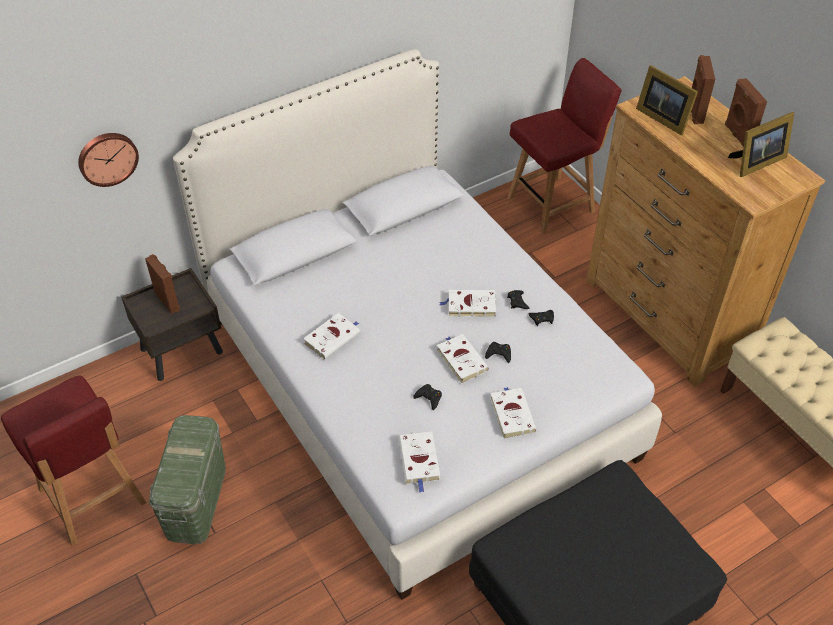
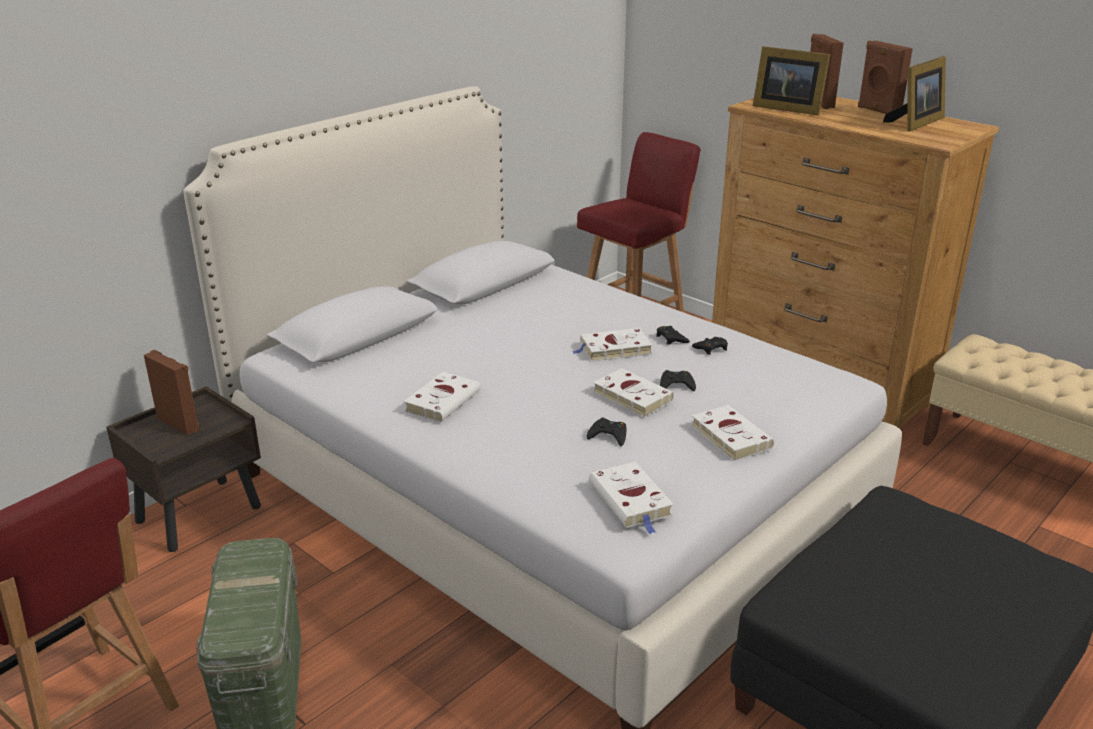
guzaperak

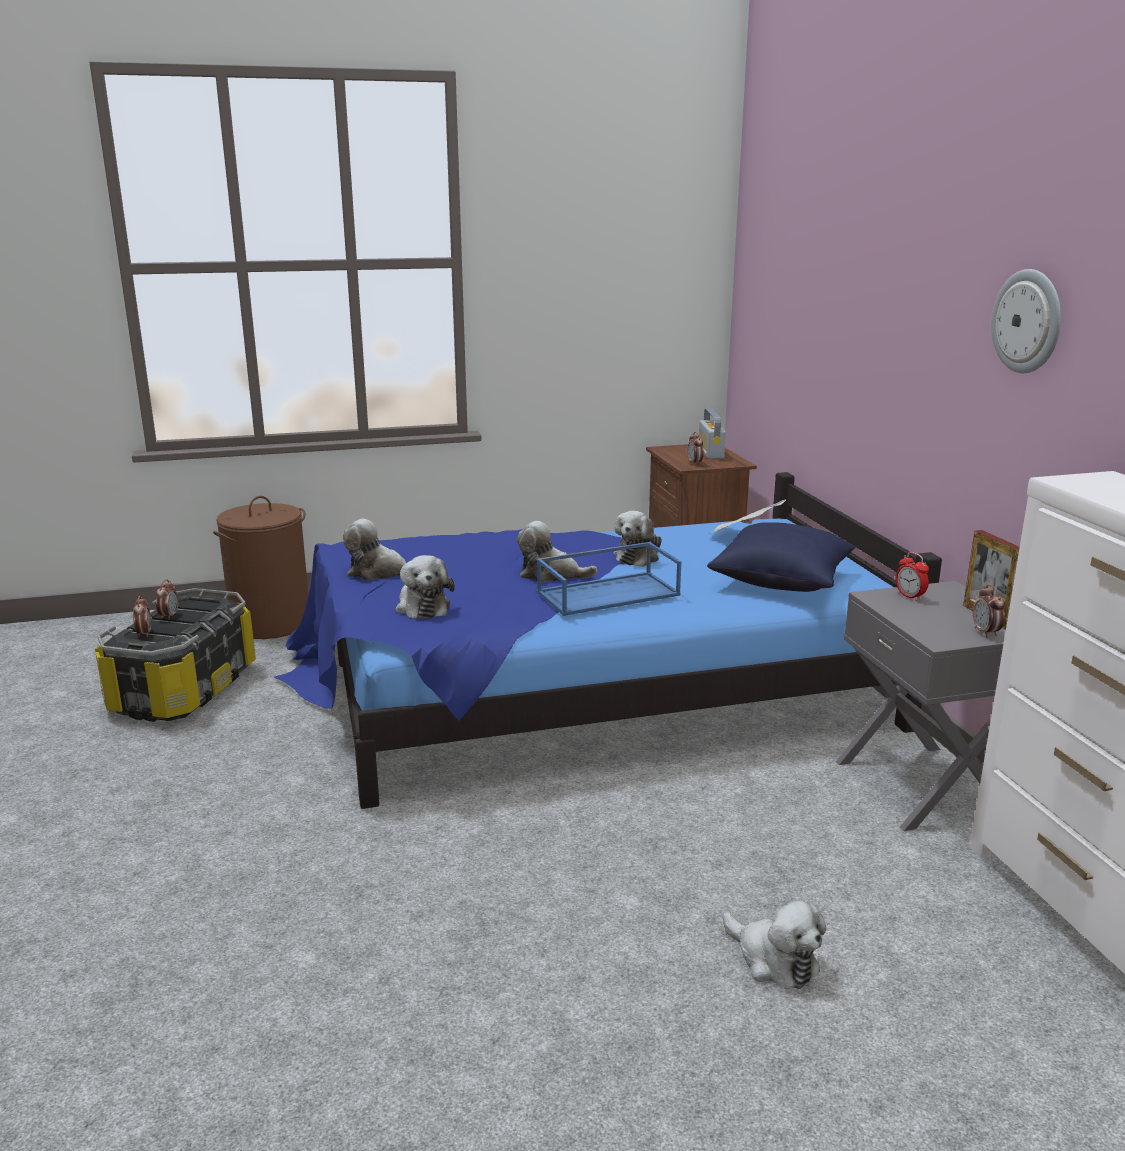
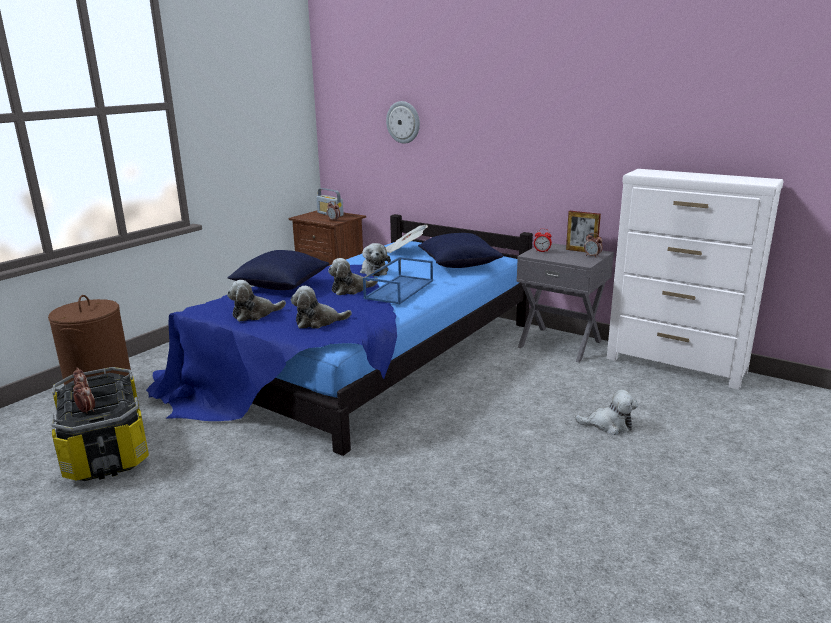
guzaperak
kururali (no. 2 from left)
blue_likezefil (no. 1 from left)

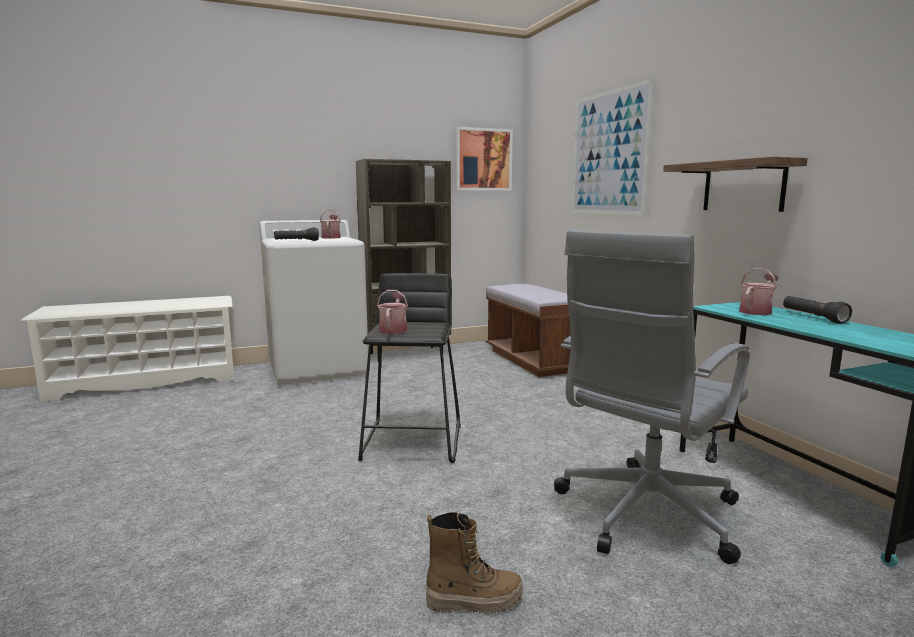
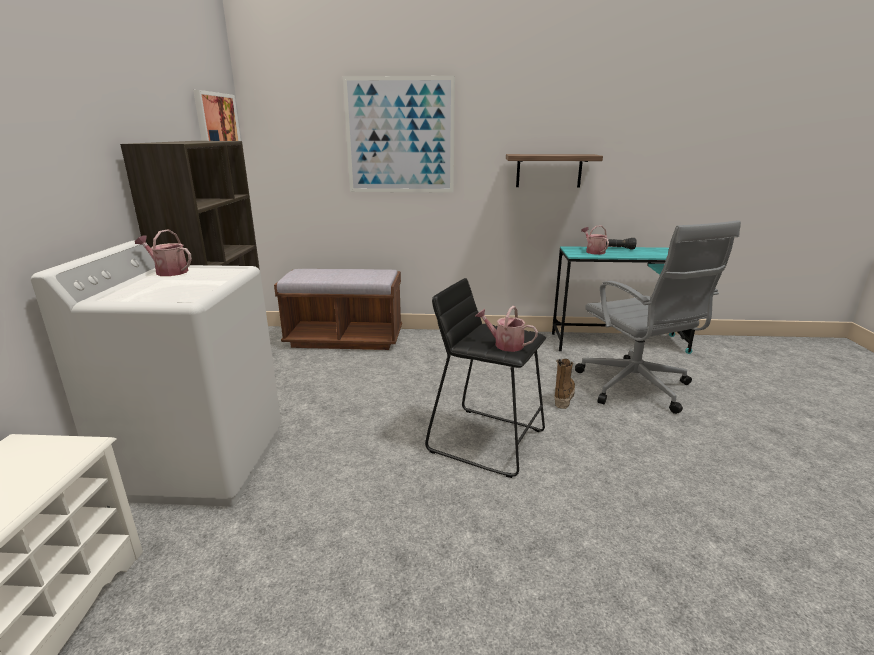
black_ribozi (no. 1 from left in the first image)
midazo

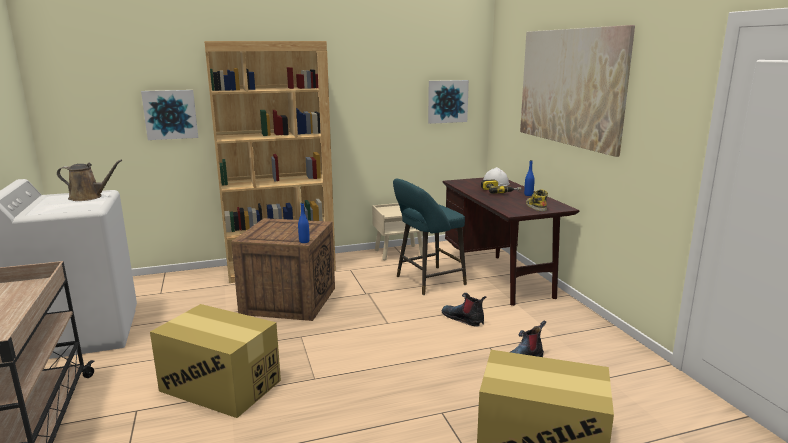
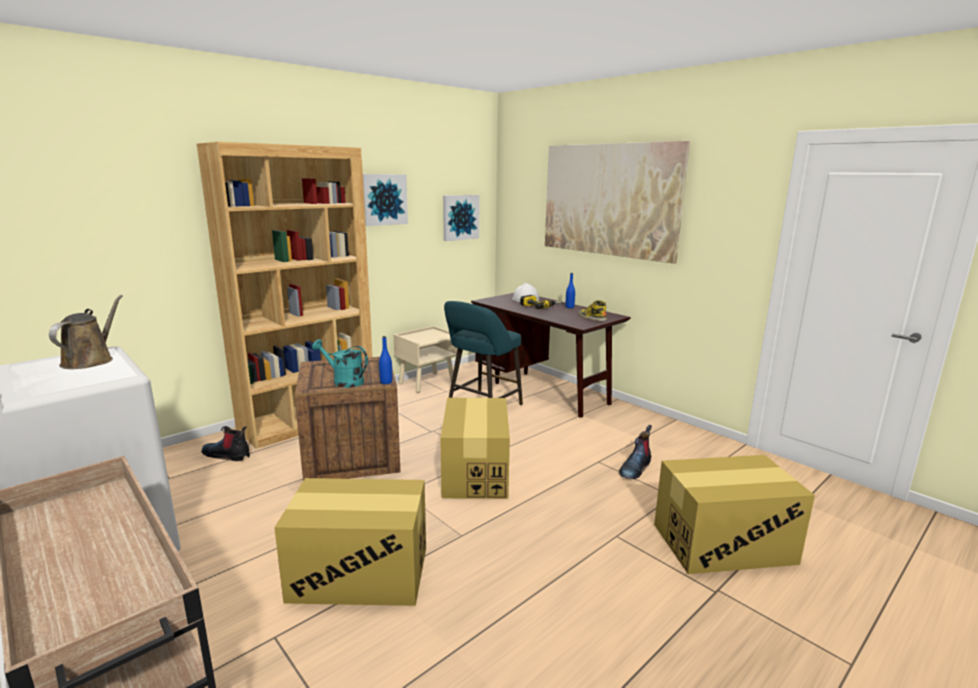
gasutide (no. 1 from left)
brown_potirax
midazo (no. 1 from left)
turquoise_potirax
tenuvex (no. 2 from left)

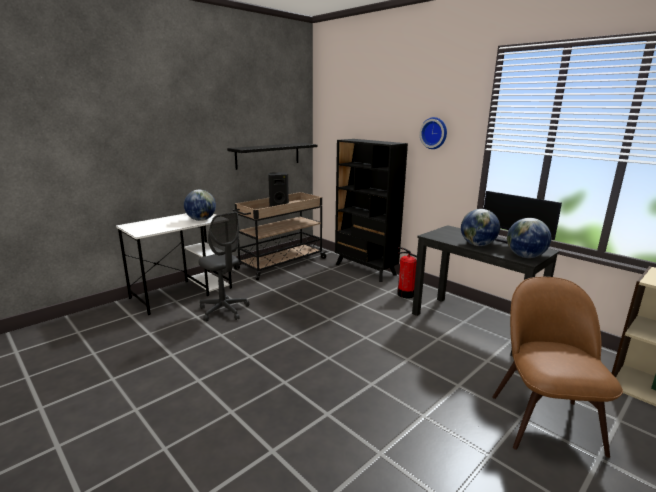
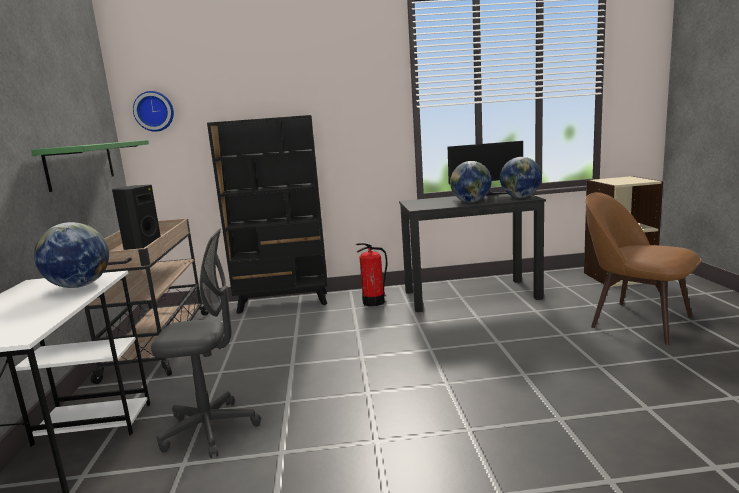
guzaperak
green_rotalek

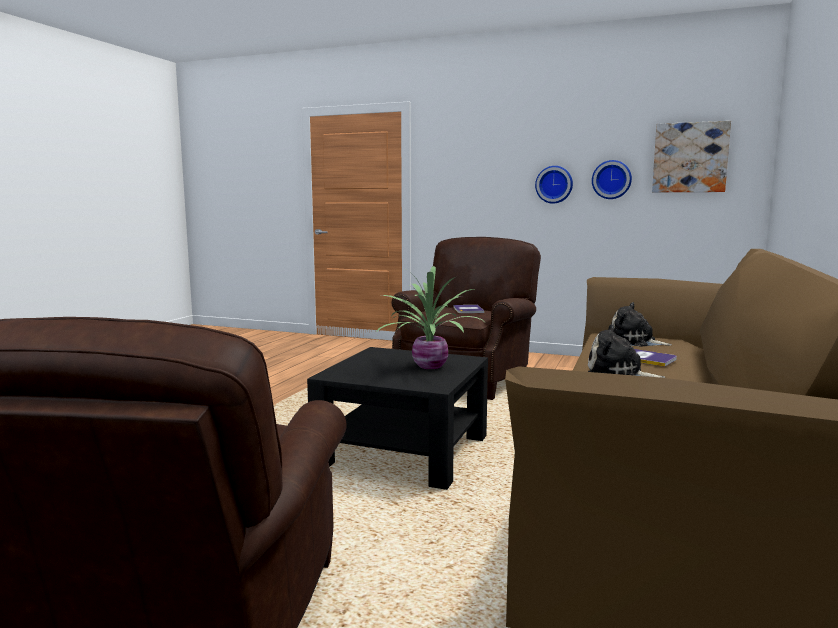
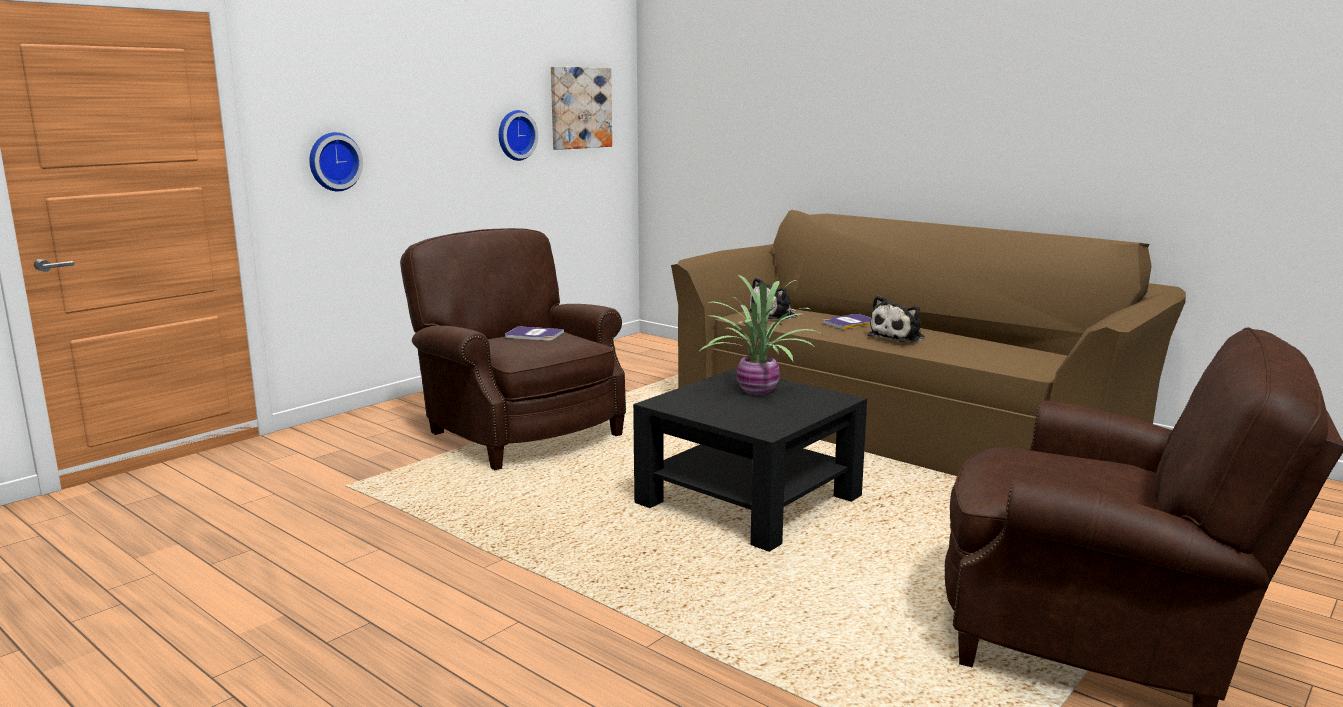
guzaperak (no. 1 from left)

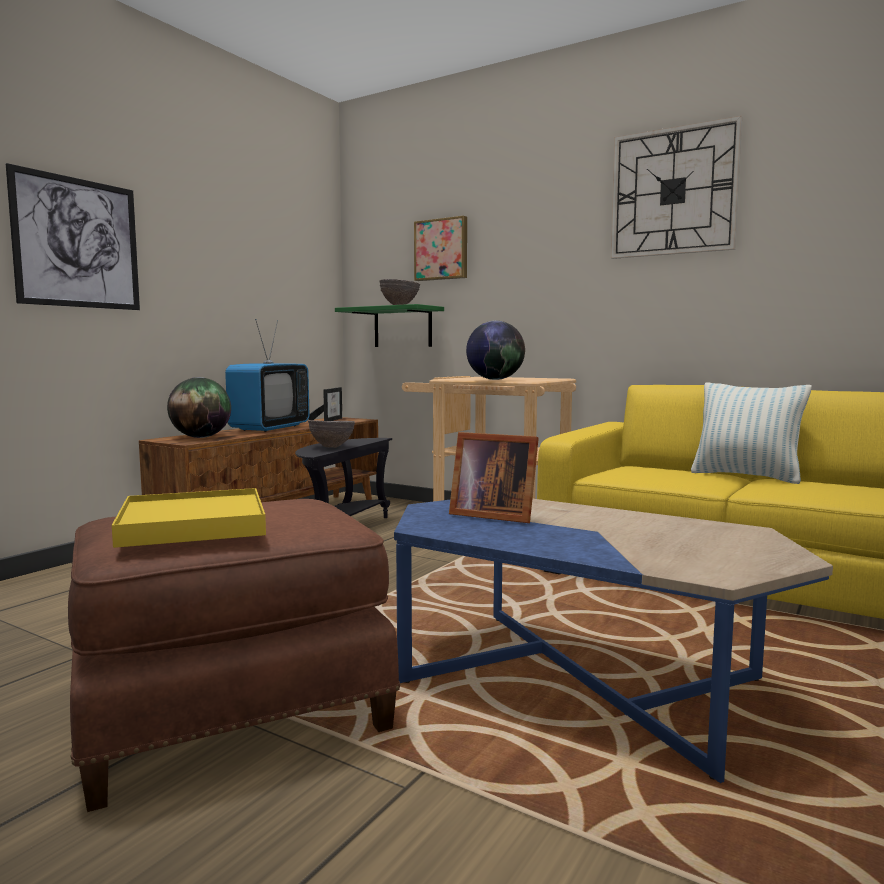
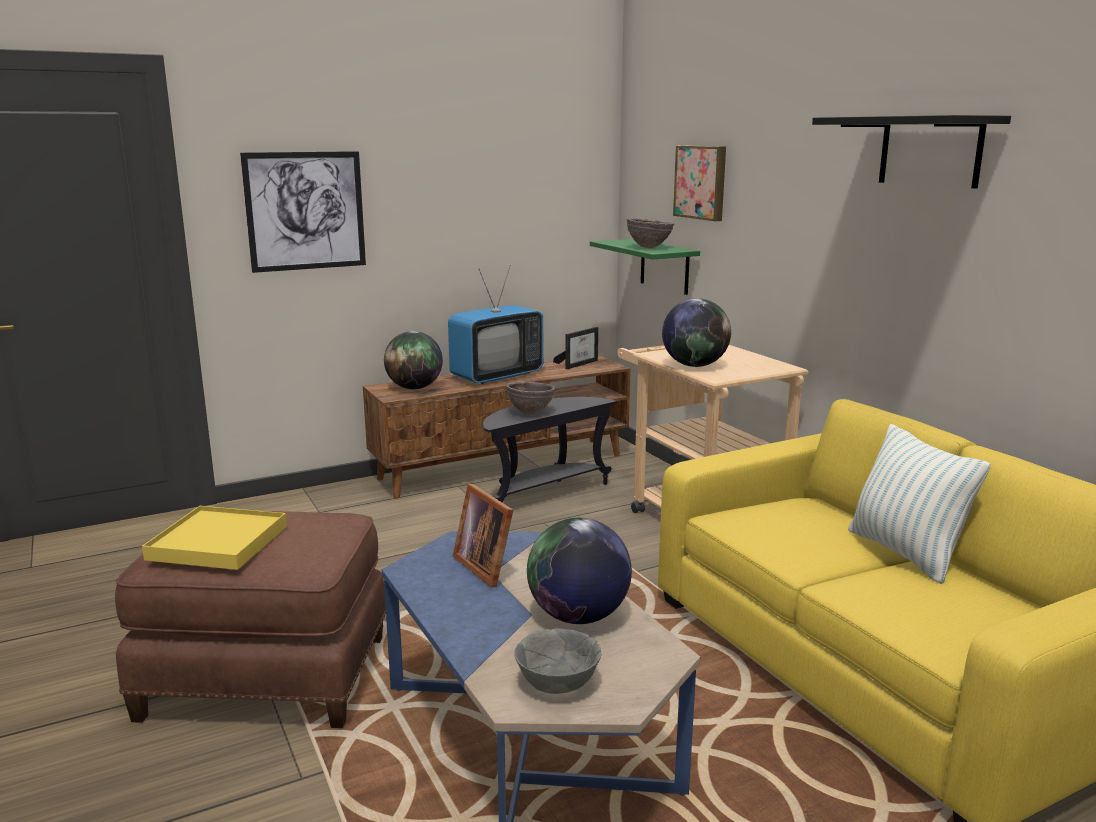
black_rotalek
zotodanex (no. 2 from left)
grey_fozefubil

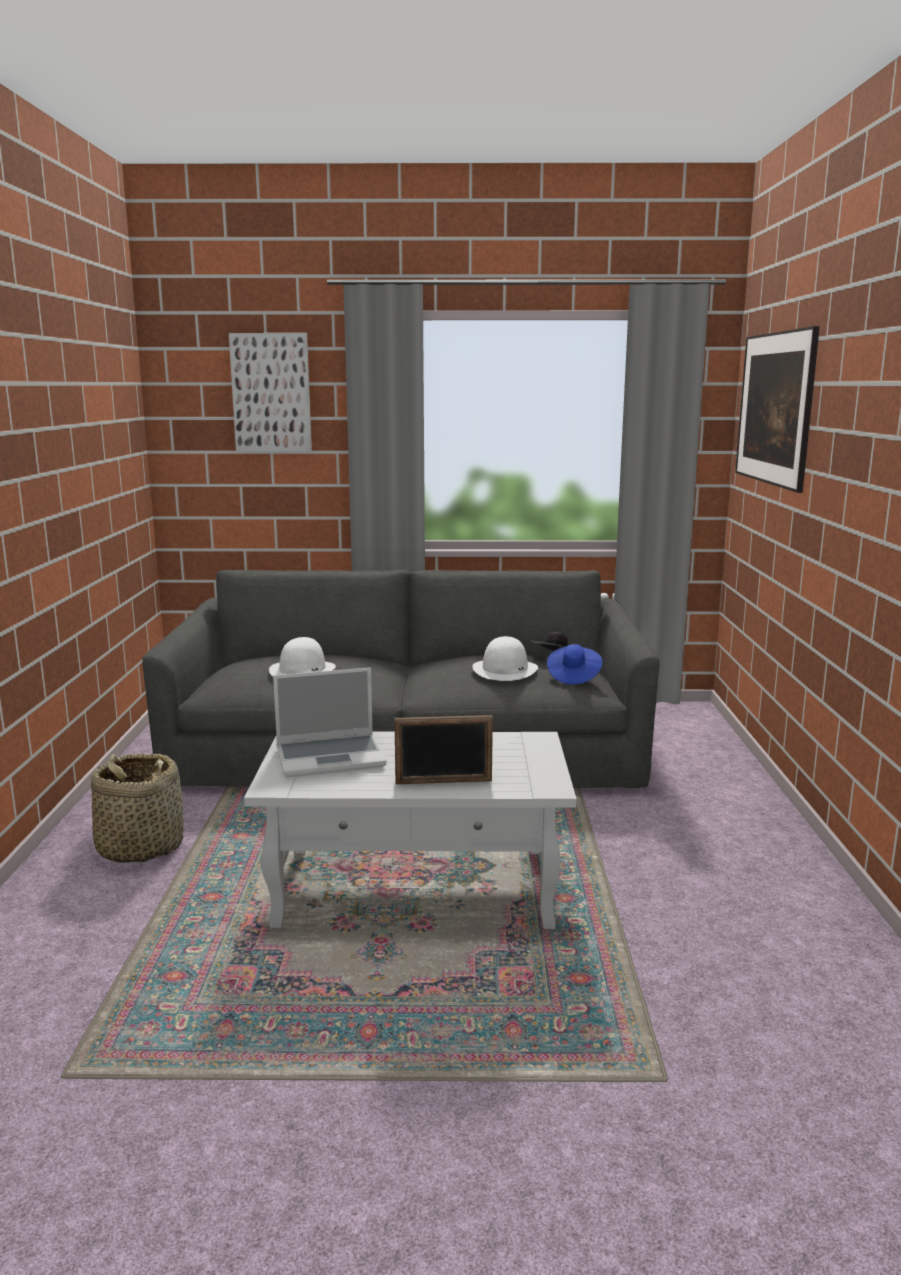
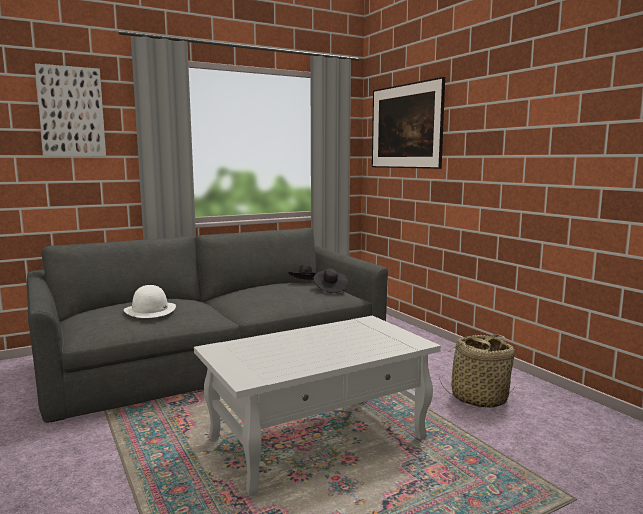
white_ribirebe (no. 2 from left in the first image)
black_ribirebe (no. 2 from left)
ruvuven
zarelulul
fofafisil

